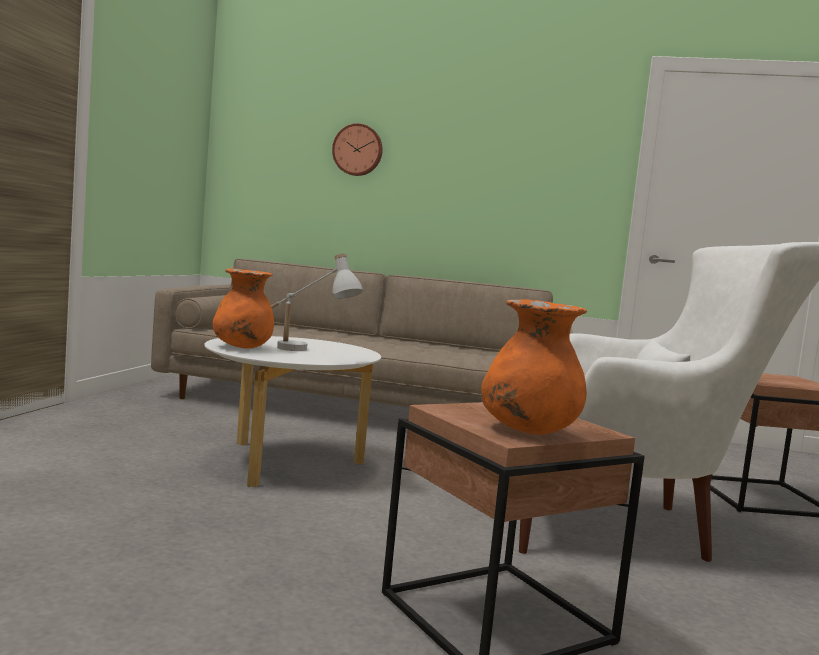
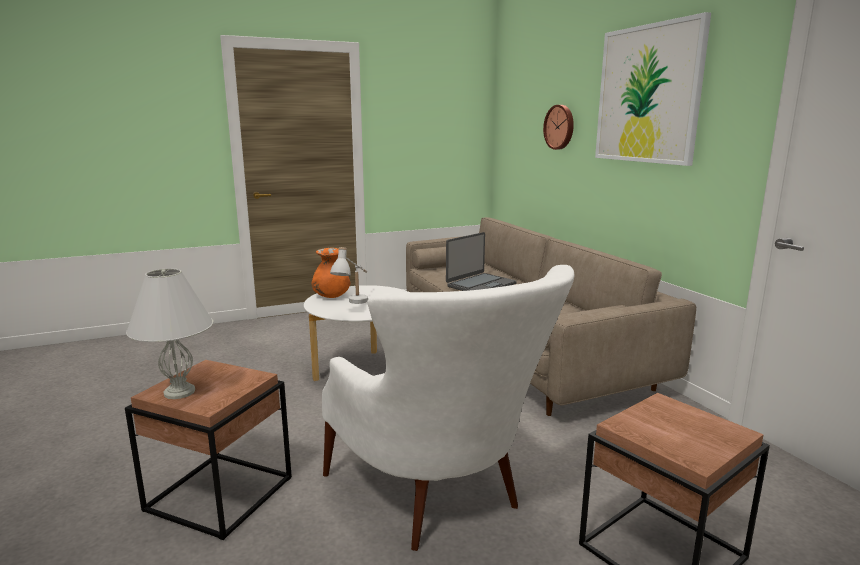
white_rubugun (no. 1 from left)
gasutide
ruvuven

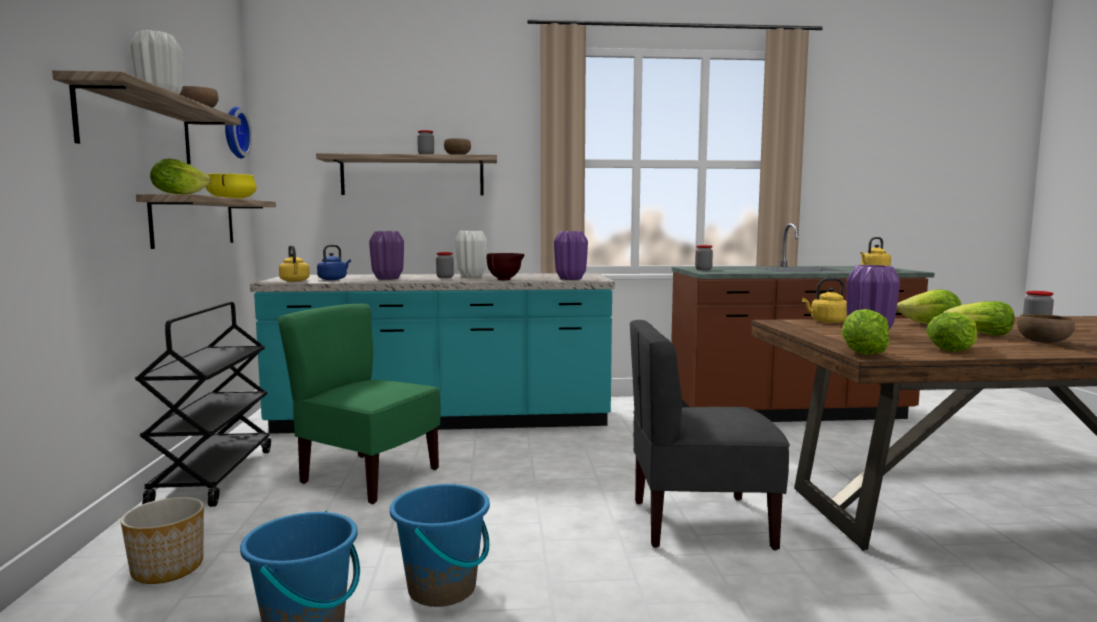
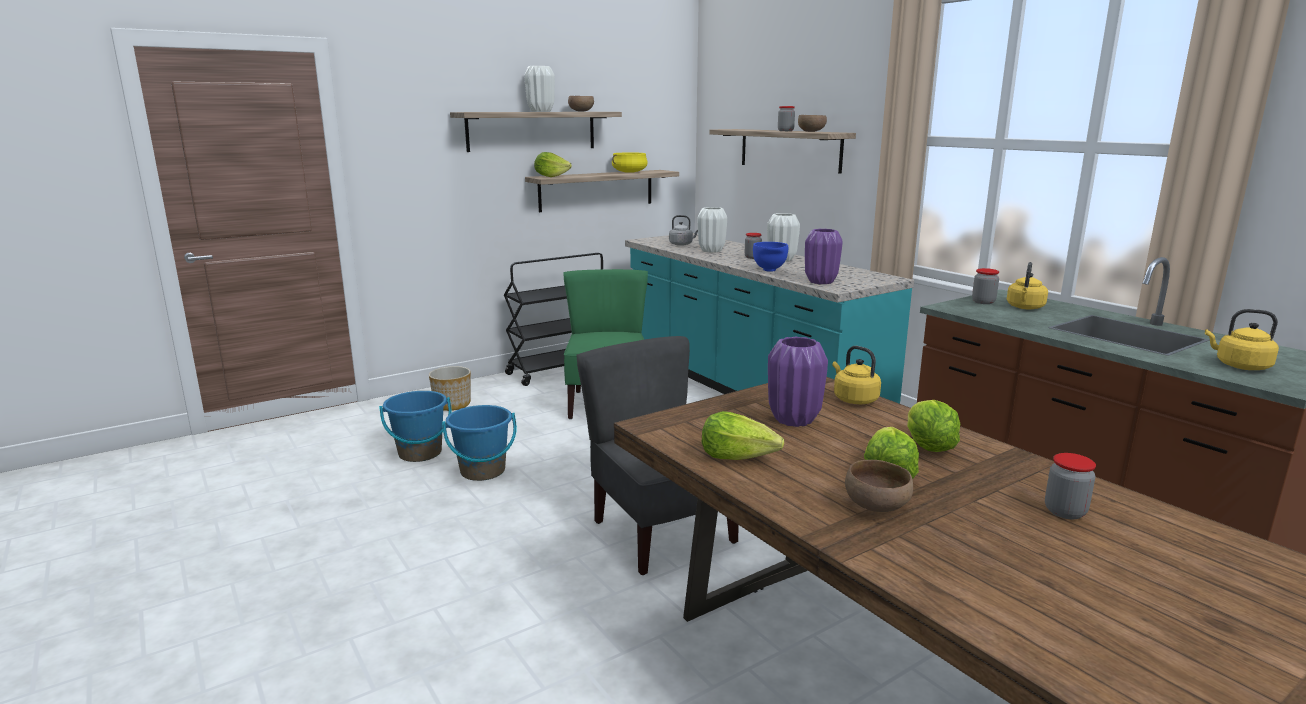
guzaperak
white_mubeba (no. 2 from left)
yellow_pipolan (no. 2 from left)
grey_pipolan
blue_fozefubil
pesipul (no. 2 from left in the first image)

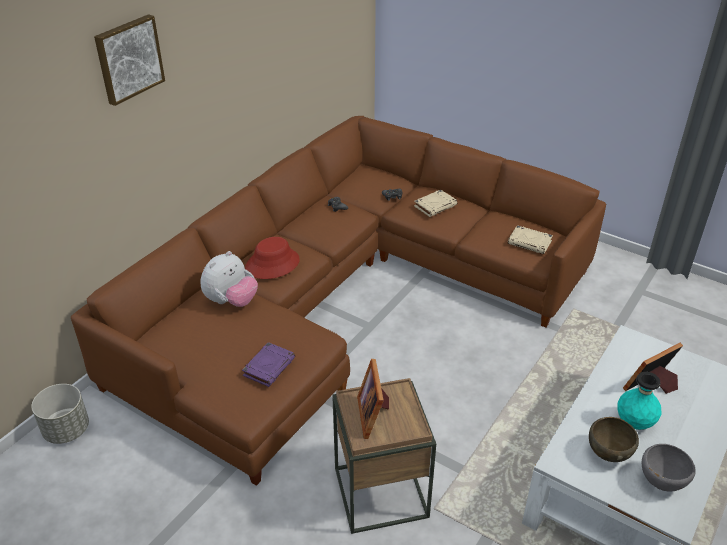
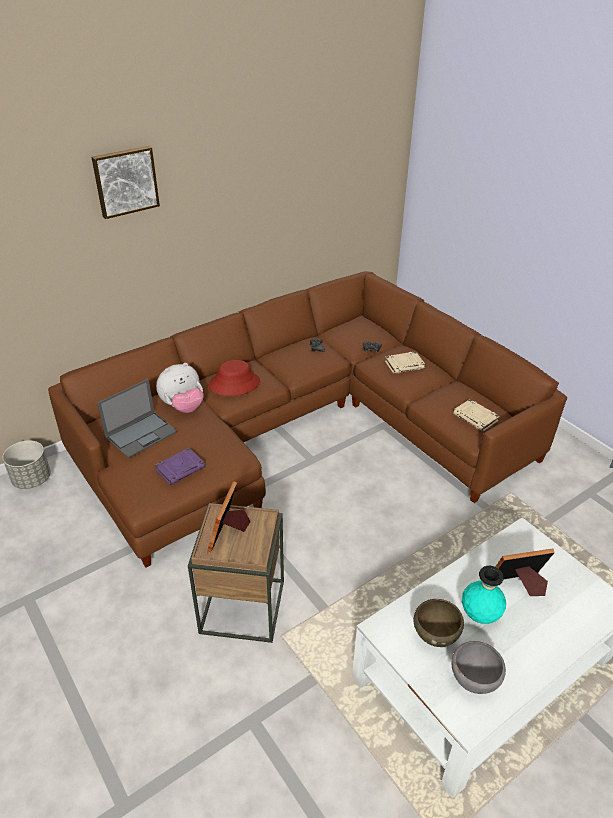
ruvuven

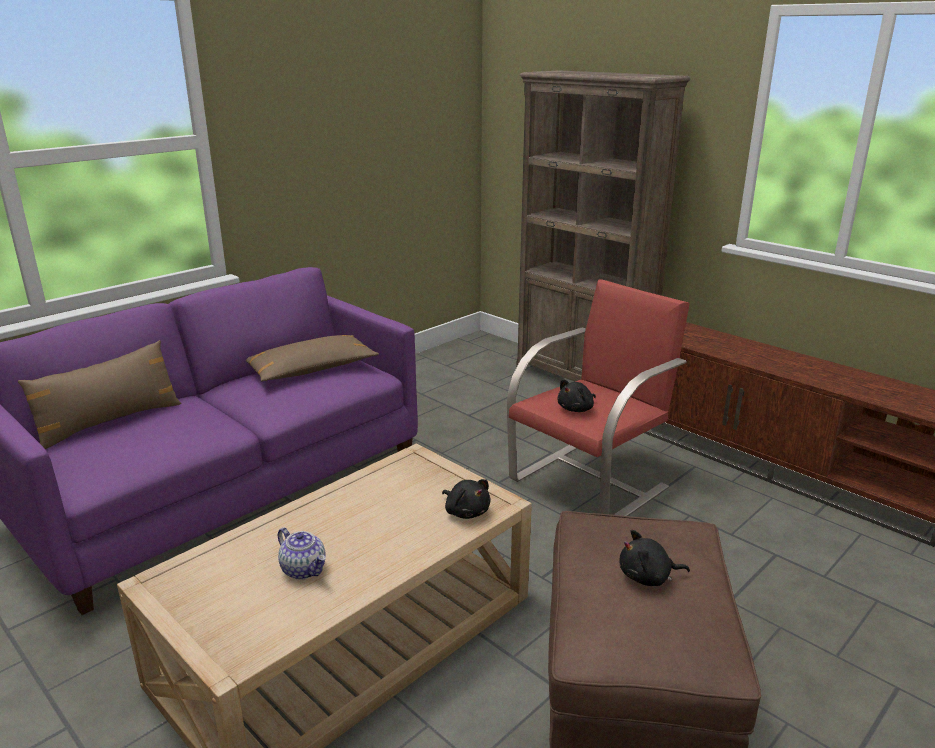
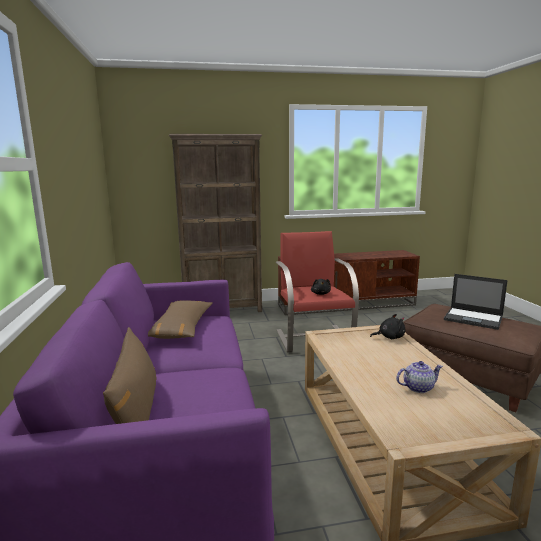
ruvuven

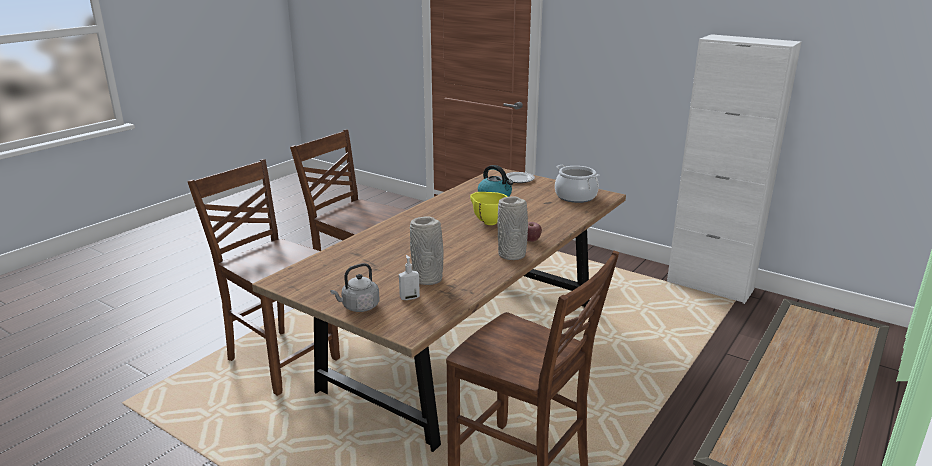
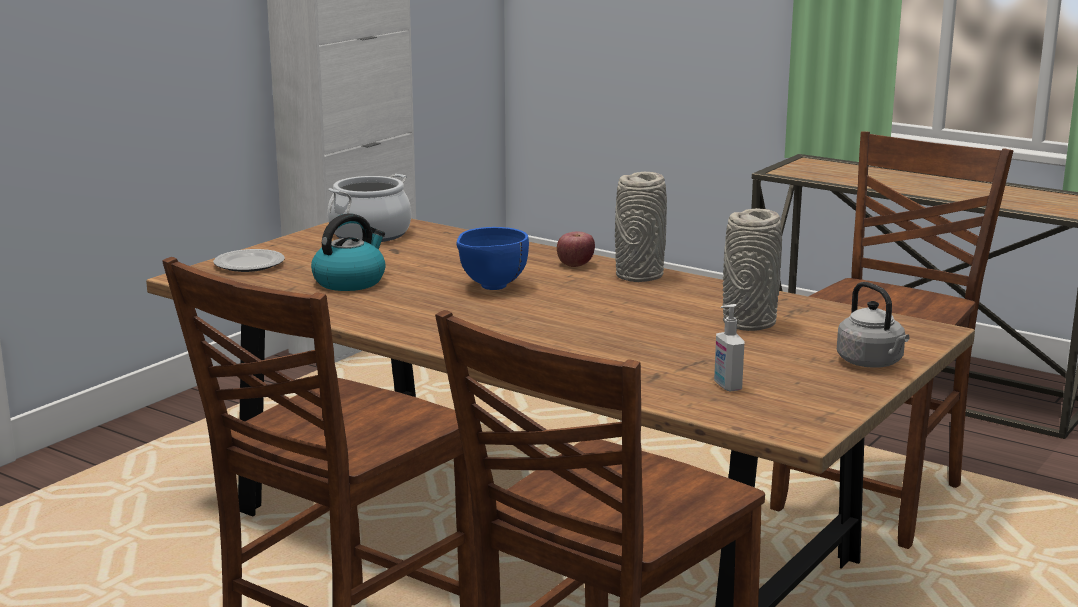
blue_fozefubil
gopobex

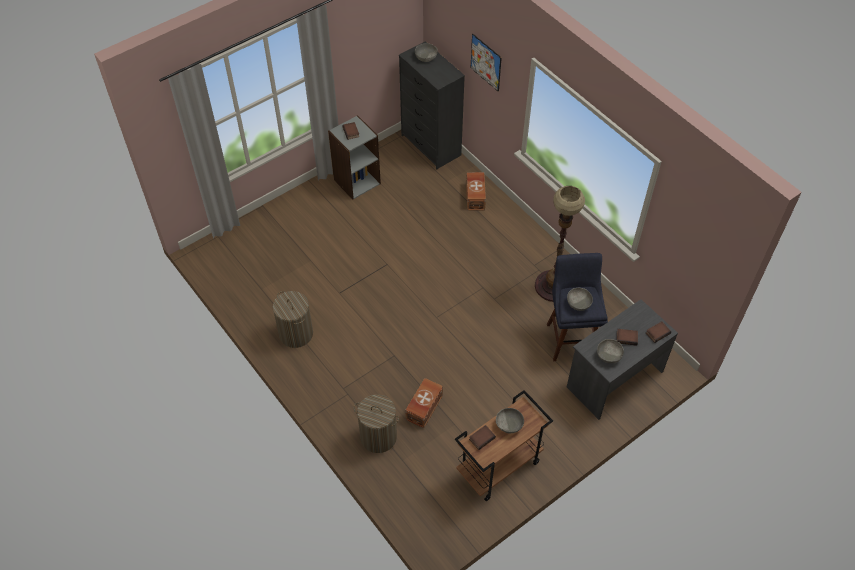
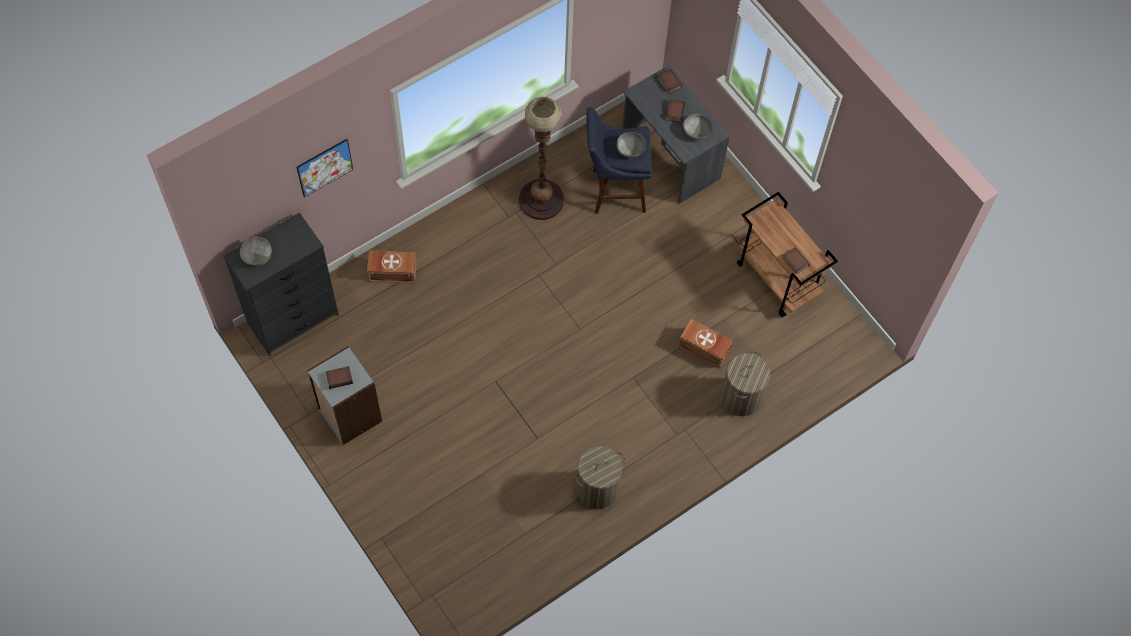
grey_fozefubil (no. 2 from left in the first image)

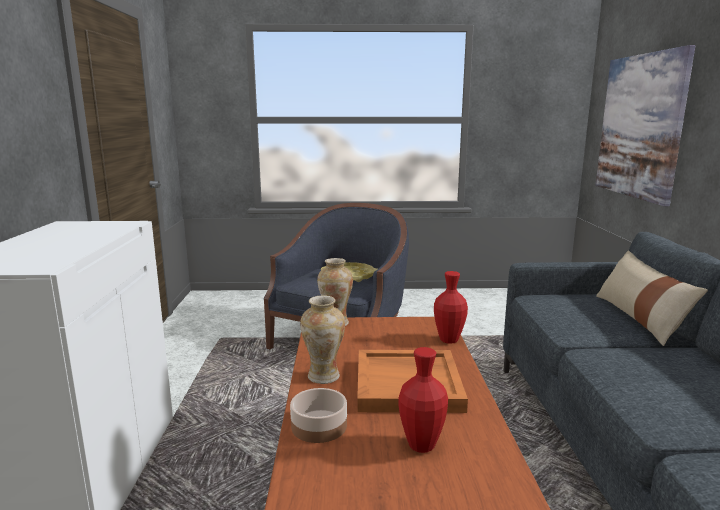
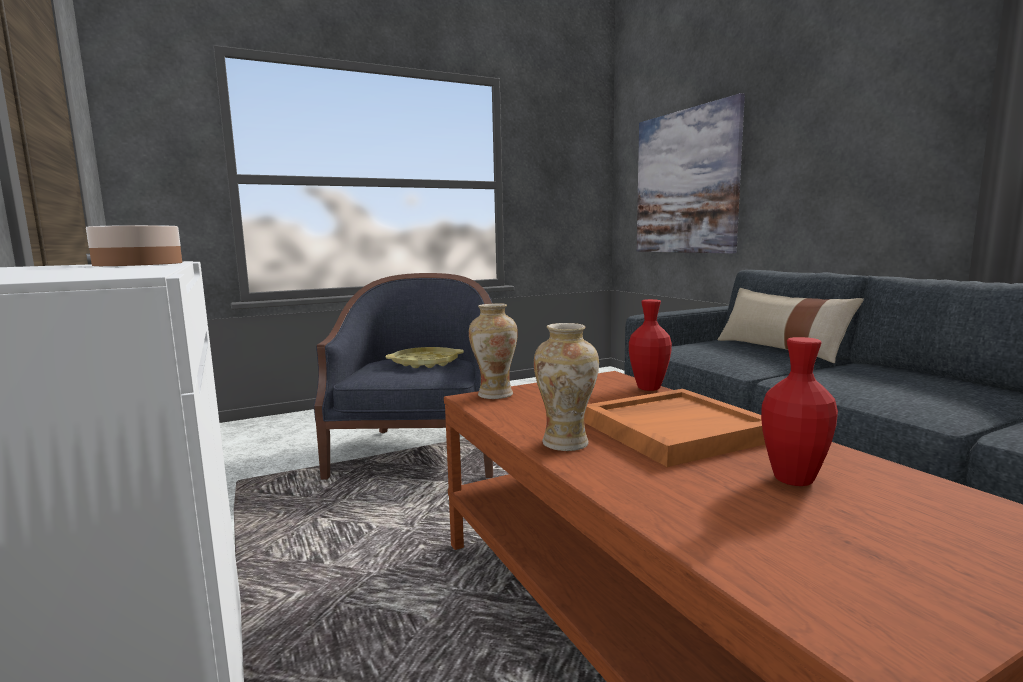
fozefubil

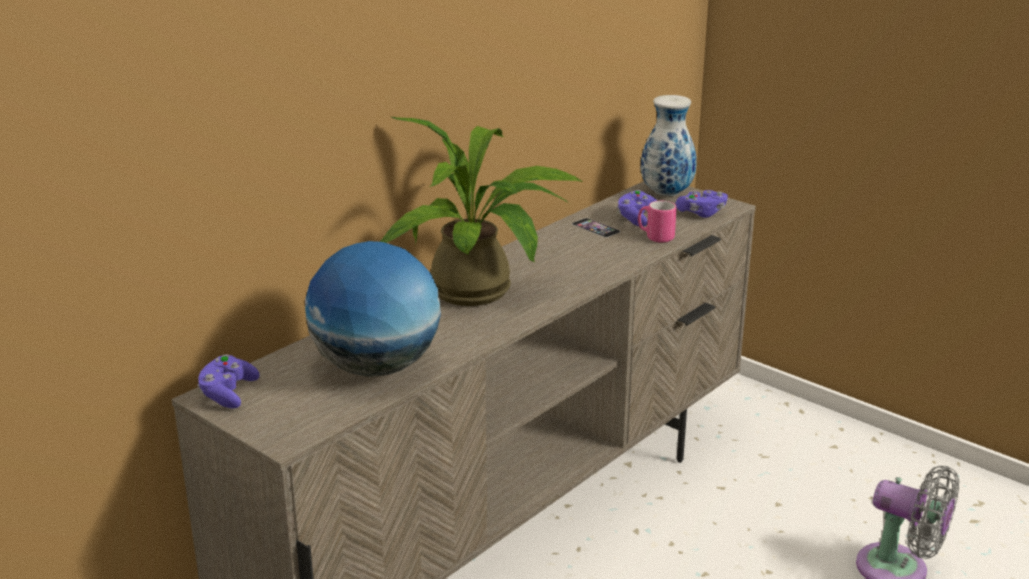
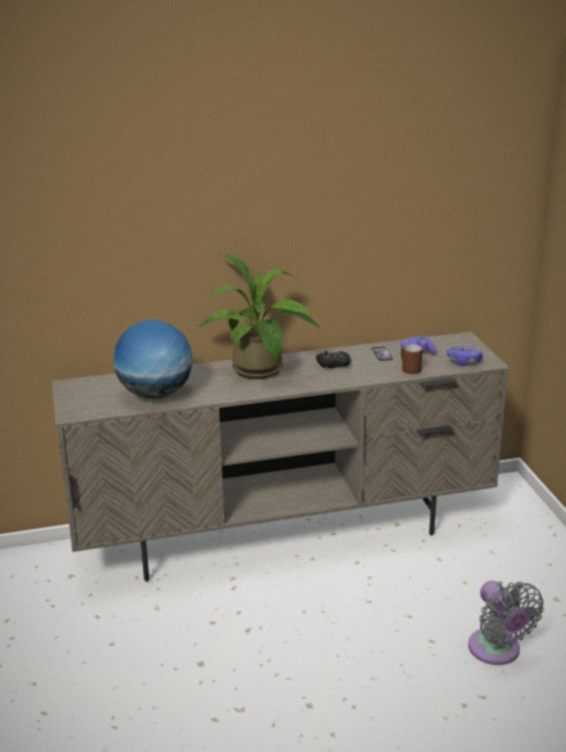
mubeba
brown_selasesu
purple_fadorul (no. 1 from left in the first image)
black_fadorul

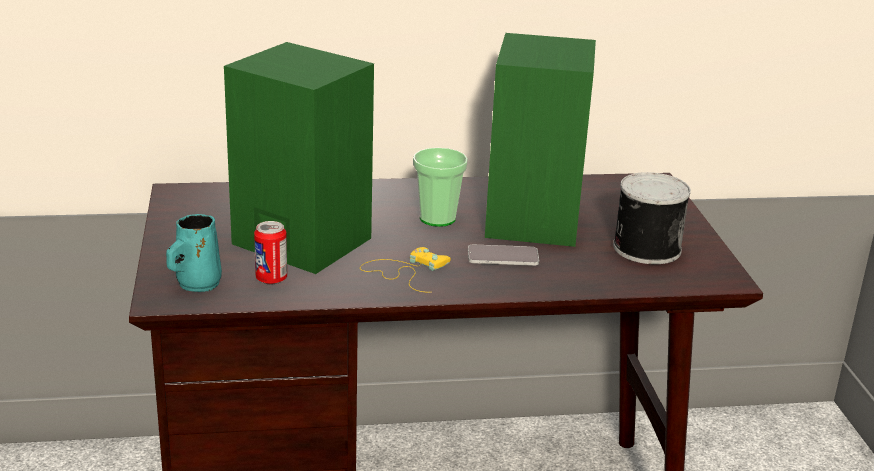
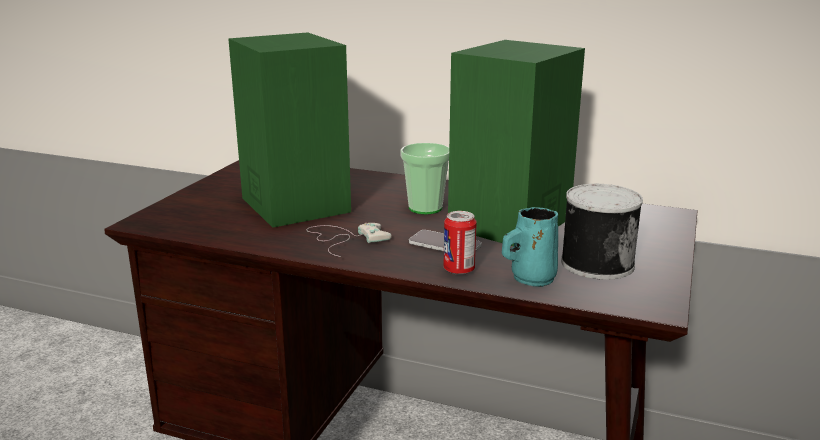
turquoise_selasesu
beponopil (no. 1 from left)
white_fadorul

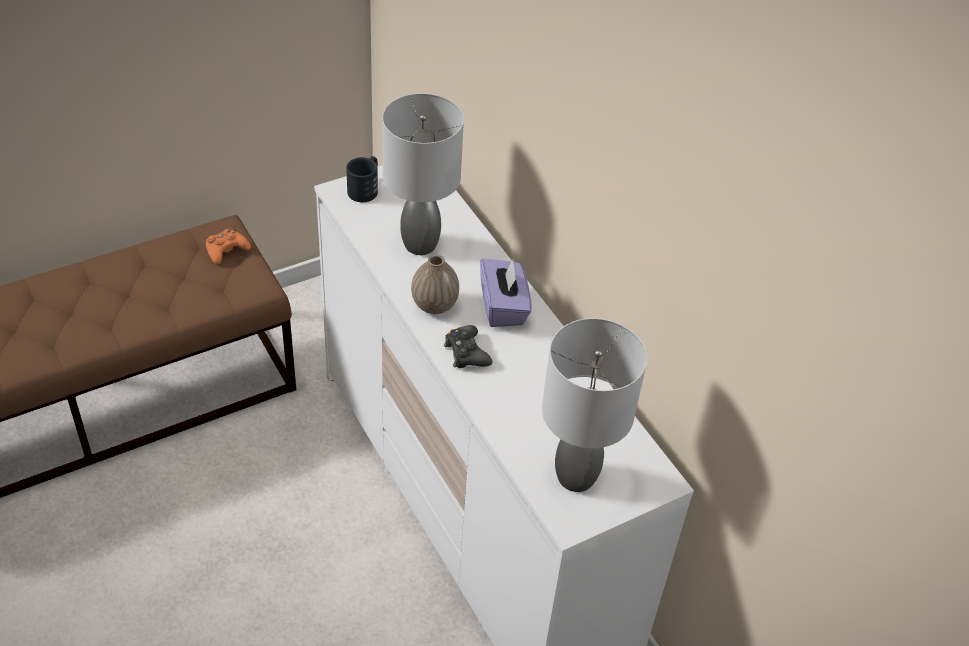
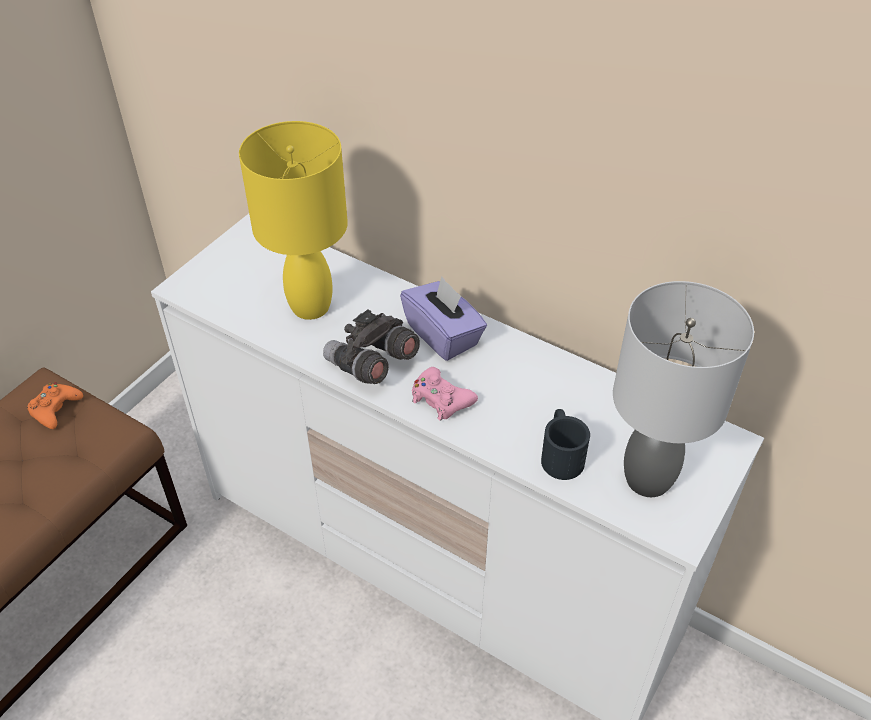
yellow_rubugun
black_selasesu
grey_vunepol
pink_fadorul

